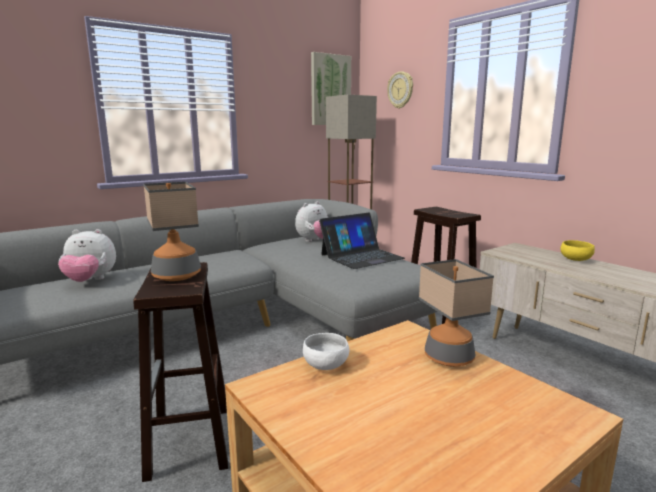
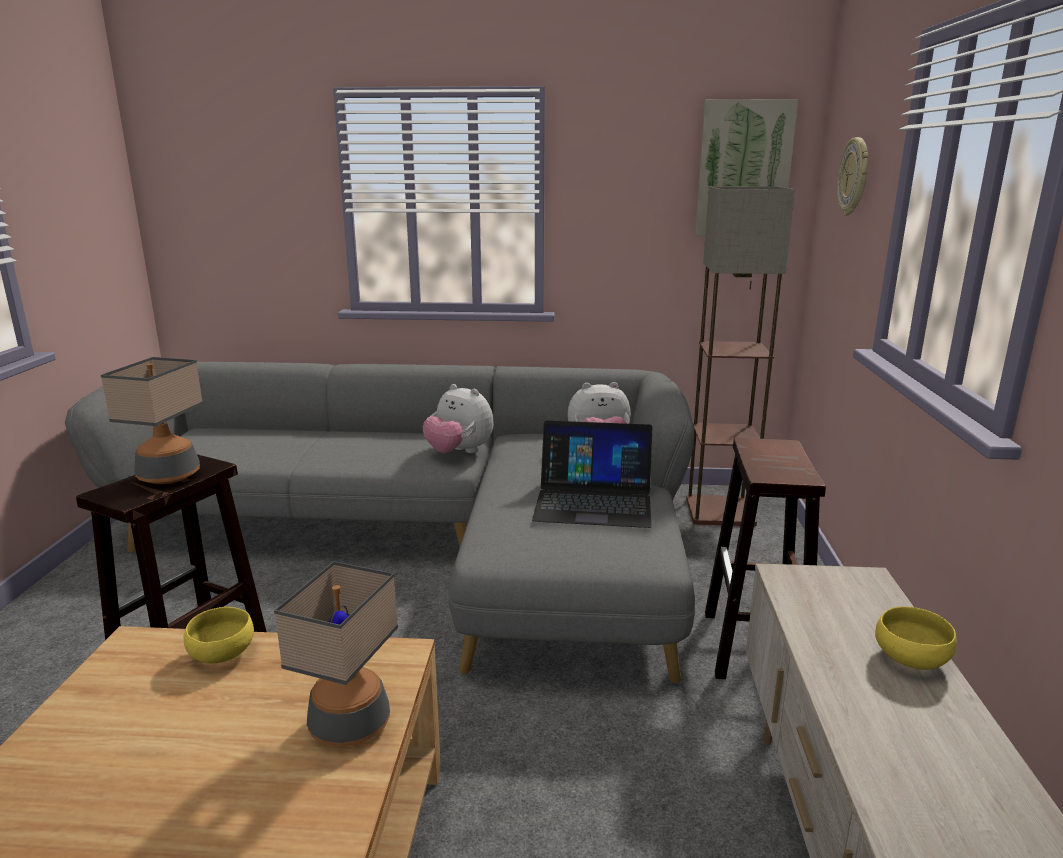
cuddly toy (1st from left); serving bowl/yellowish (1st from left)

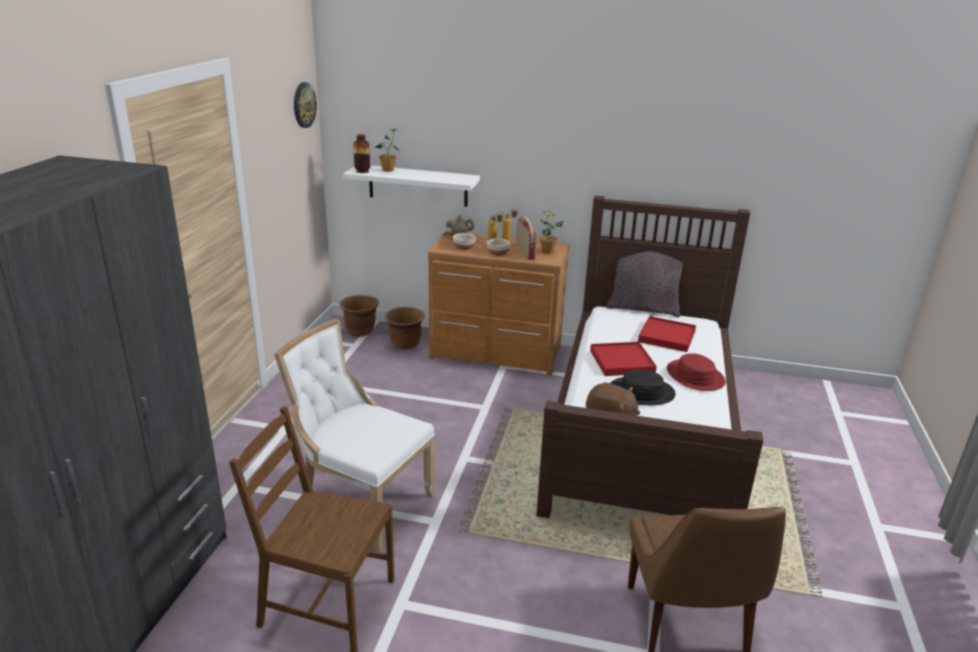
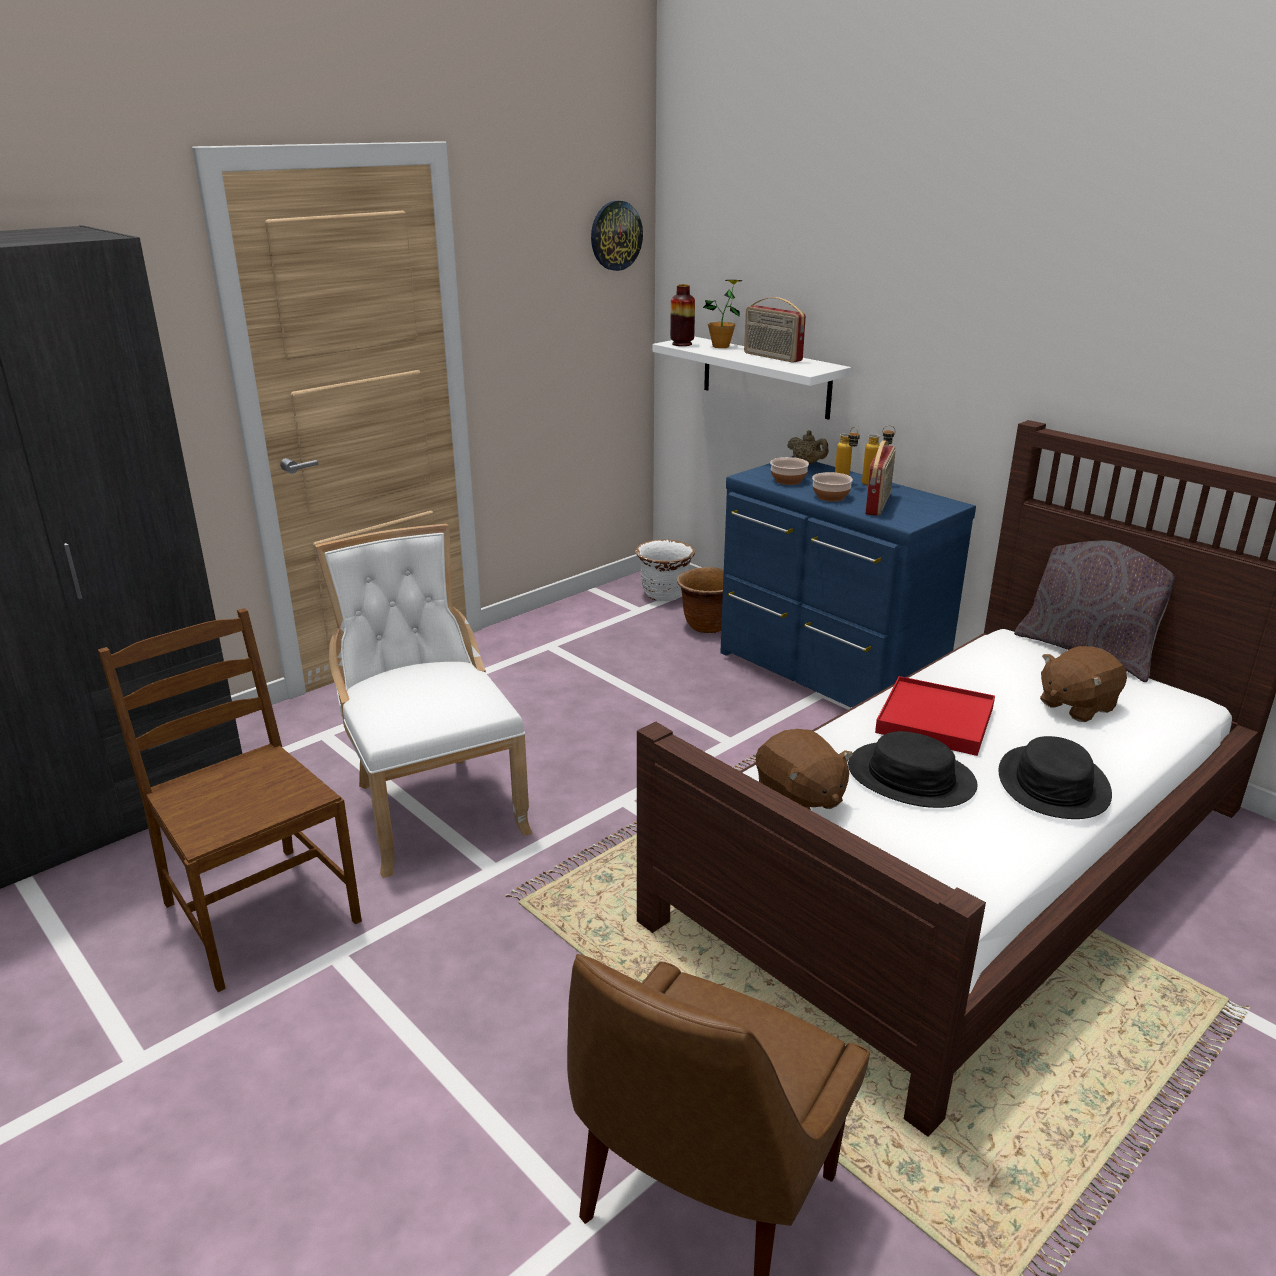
houseplant (2nd from left in the first image); dresser/bluish; planter/whitish; cuddly toy/brown (2nd from left); wearable hat/black (2nd from left); radio set (1st from left)

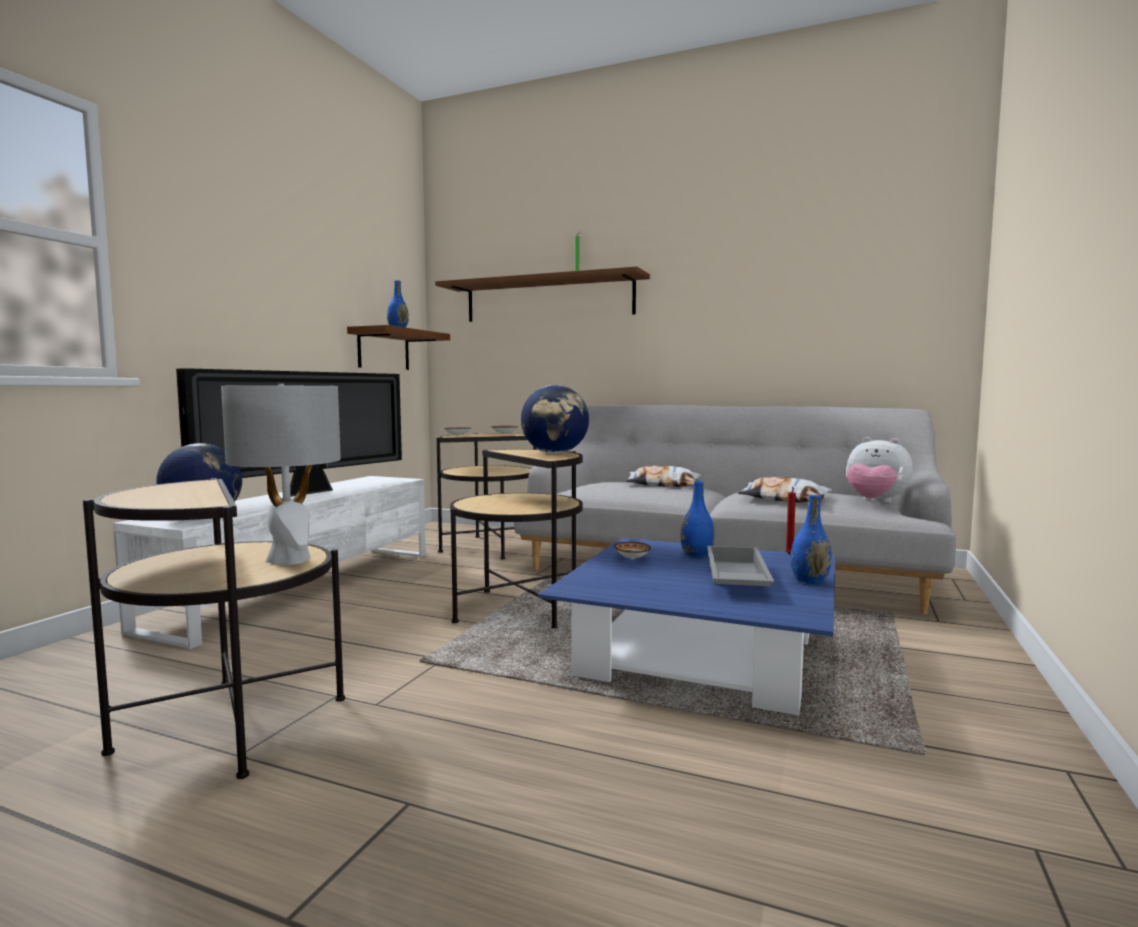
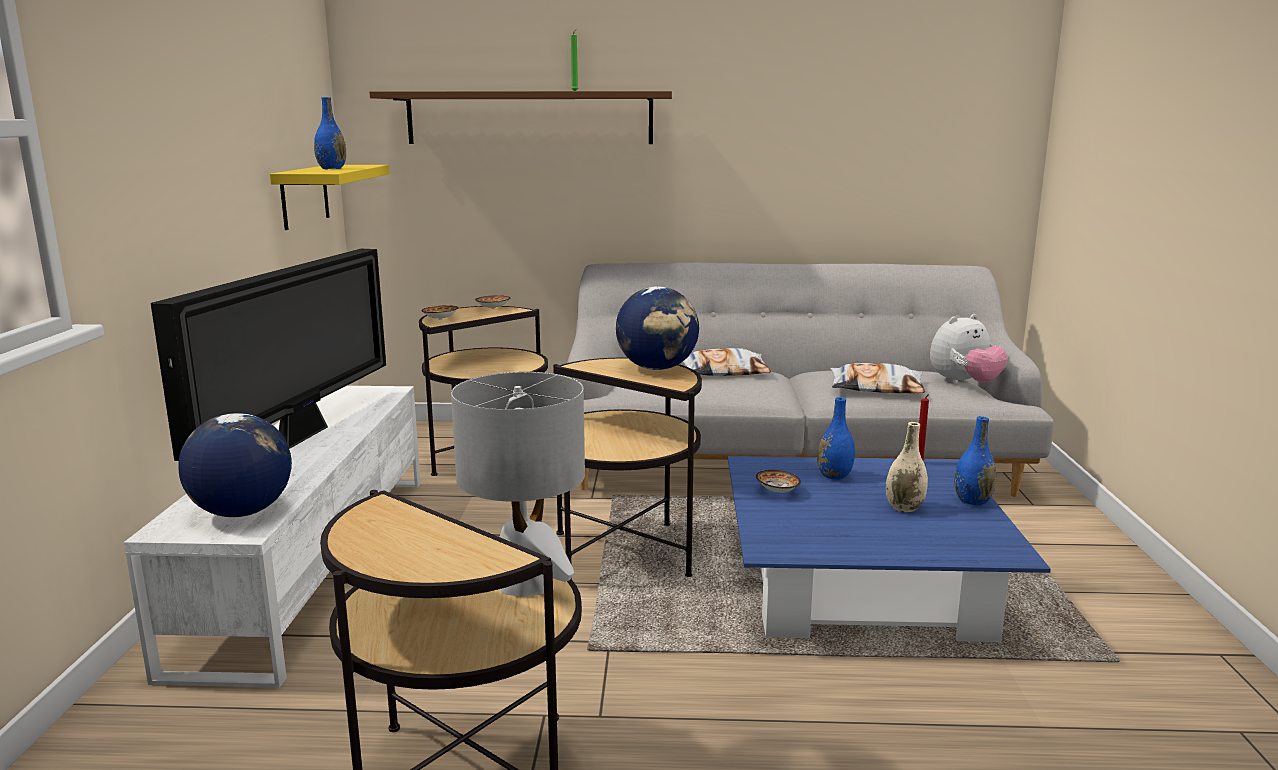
shelf/yellowish; cuddly toy; vase/beige-coloured

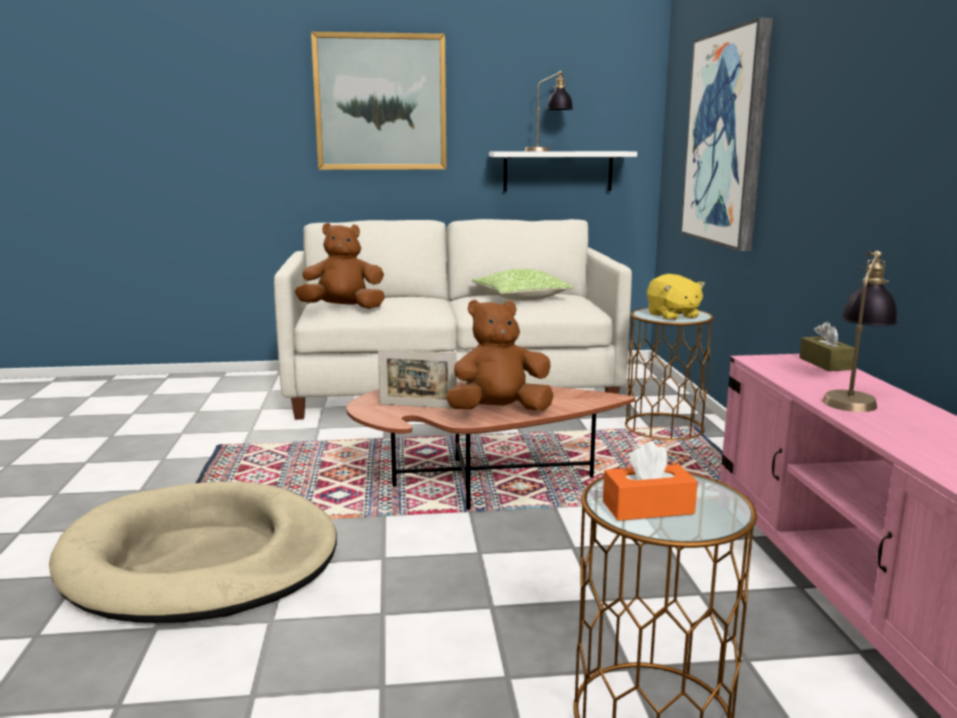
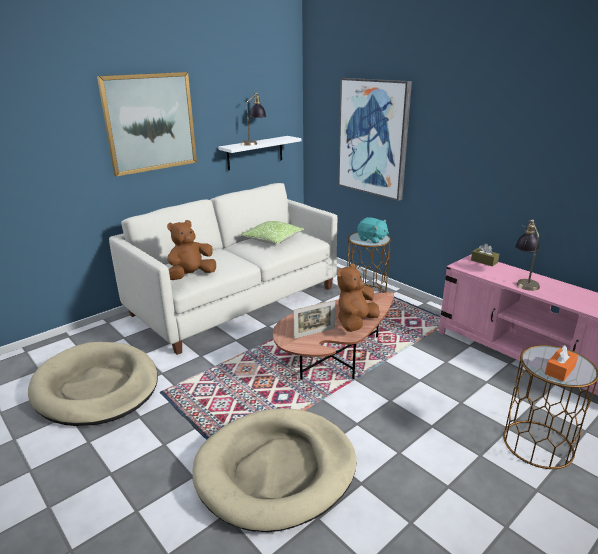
cuddly toy/turquoise; pet bed/beige-coloured (1st from left)

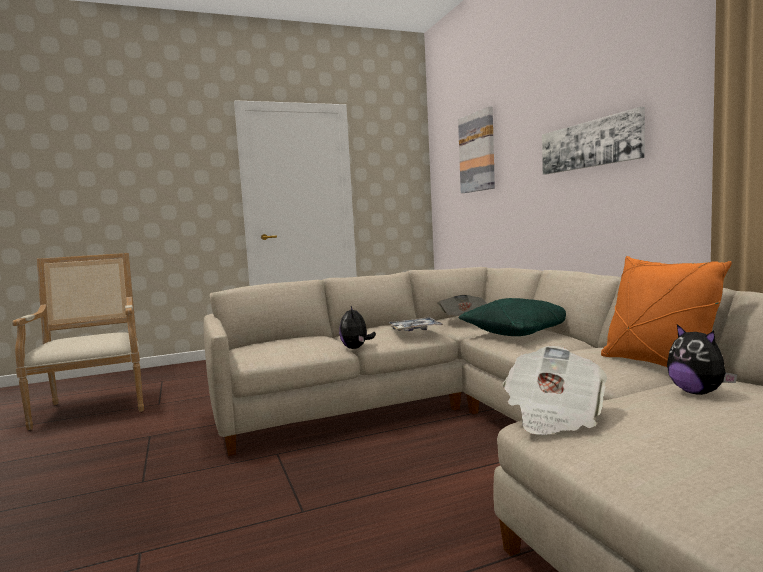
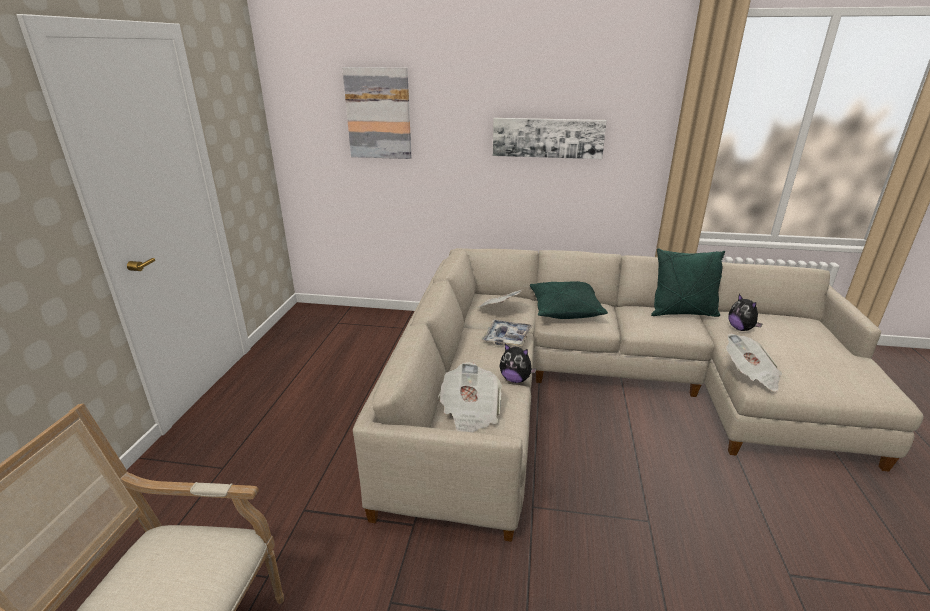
throw pillow/greenish (2nd from left); cuddly toy (2nd from left); newspaper (1st from left)

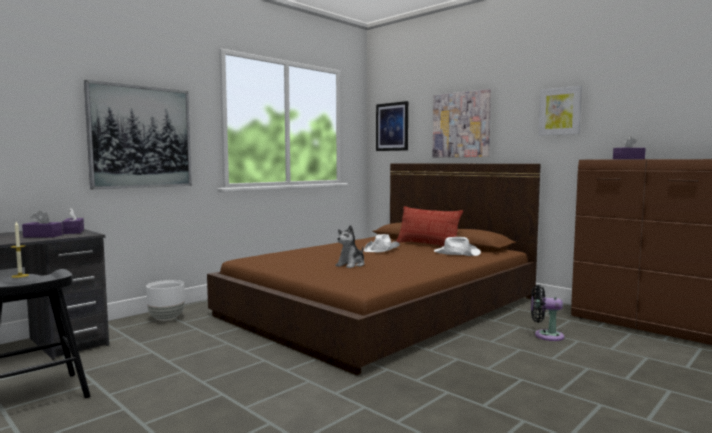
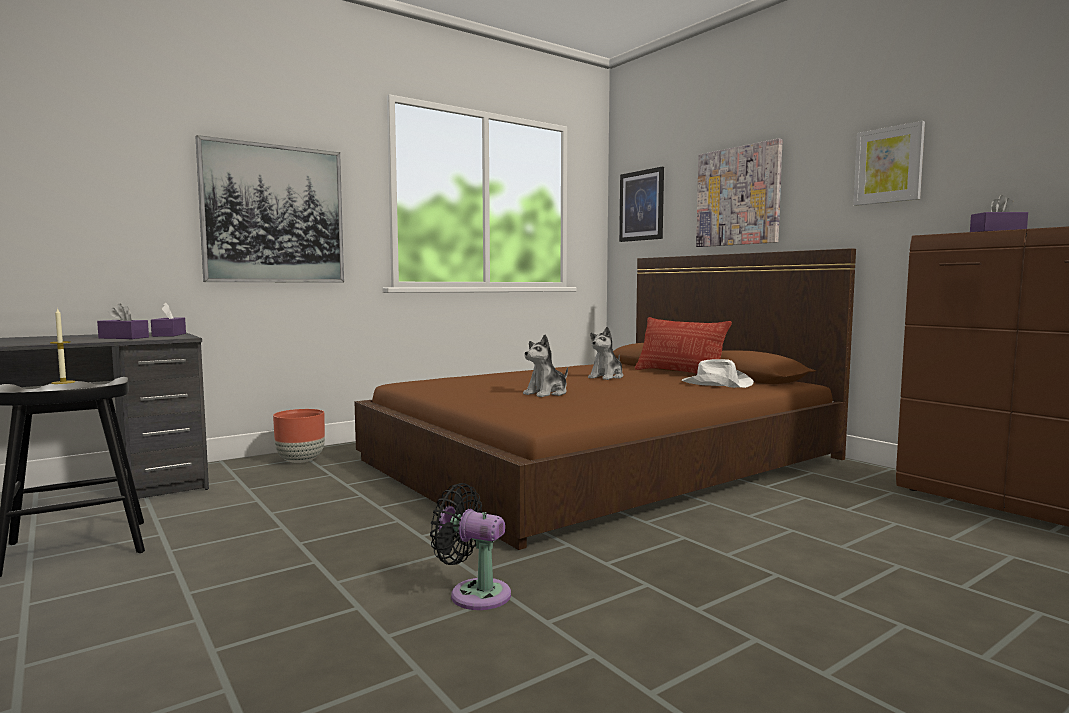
cuddly toy (2nd from left); planter/brown; cooling fan/black

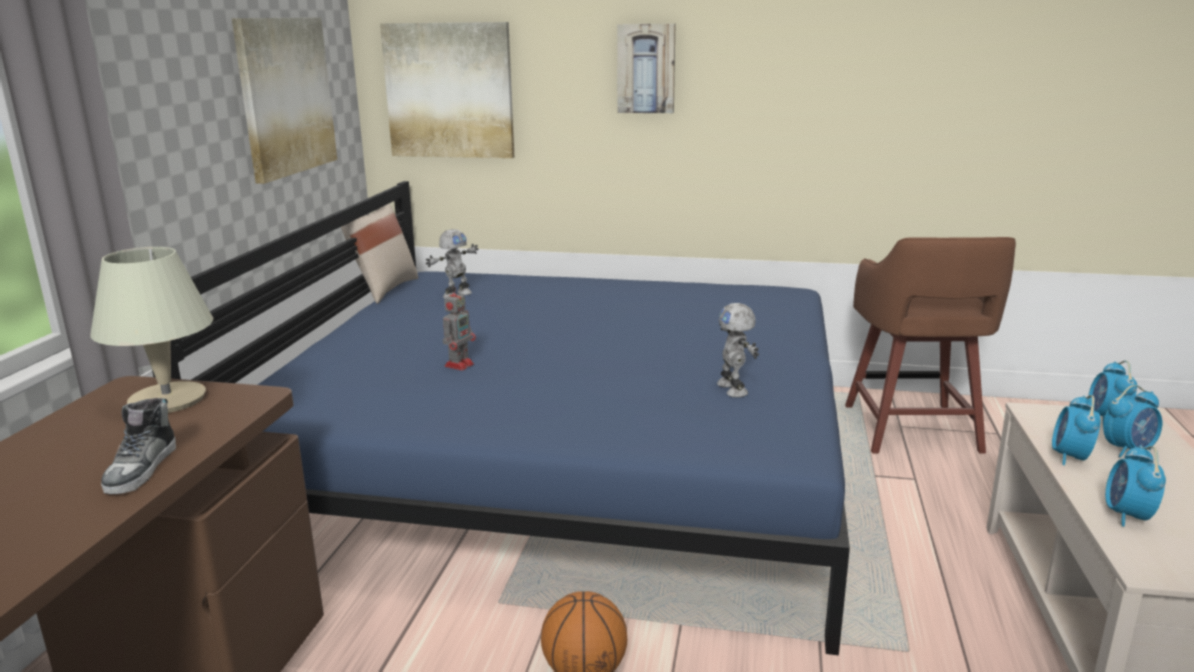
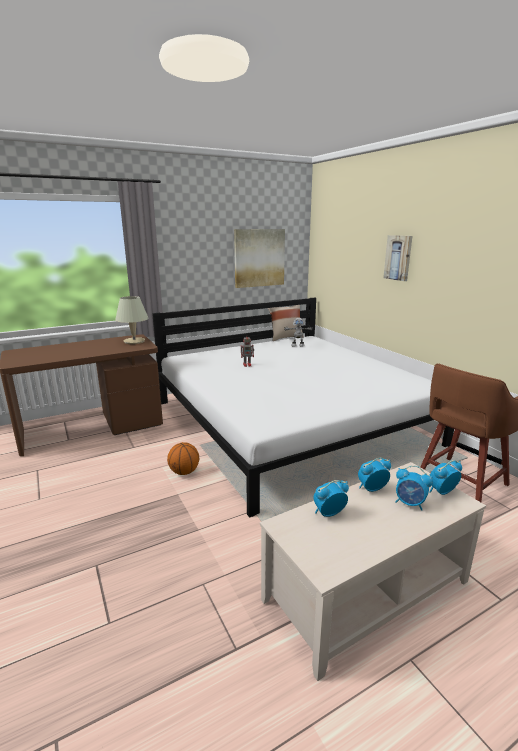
wall art (2nd from left in the first image); sleeping bed/whitish; robot figure (3rd from left in the first image); item of footwear

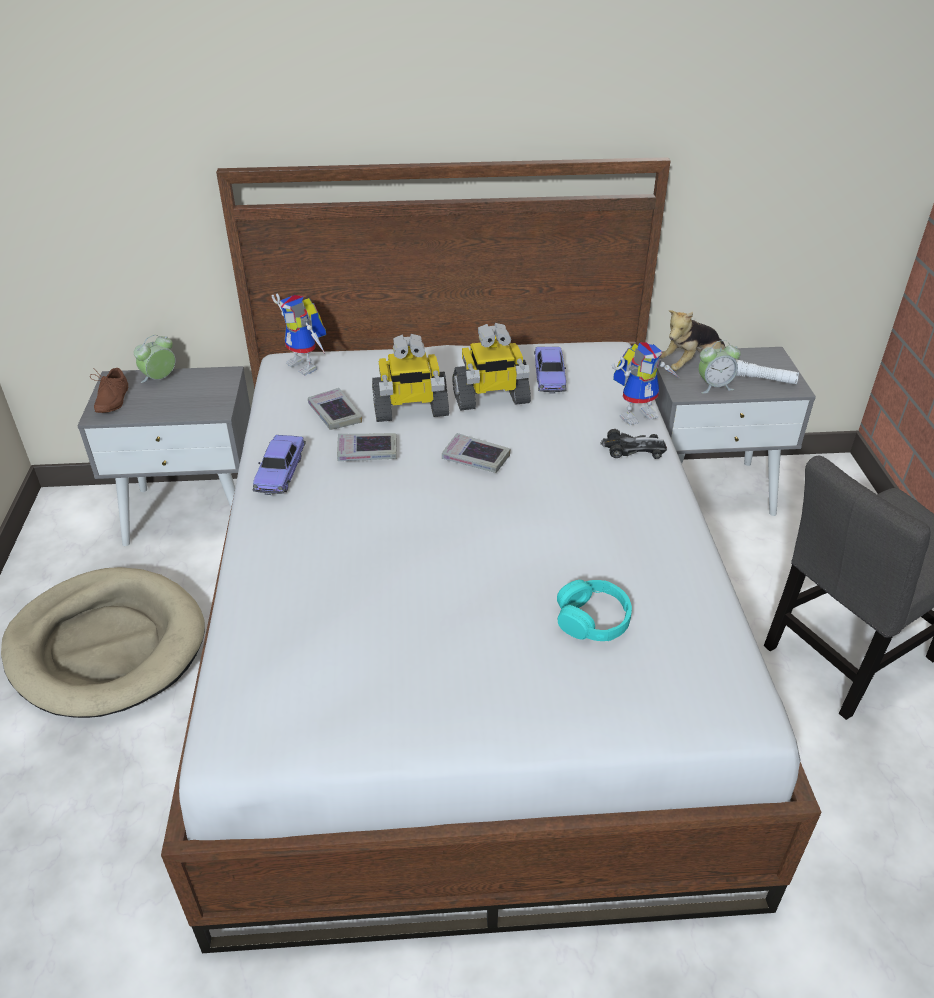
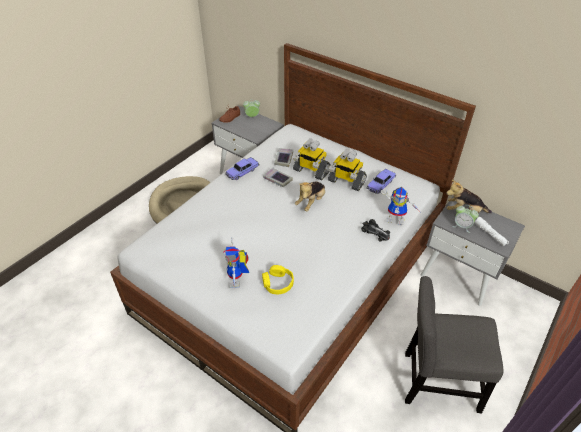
robot figure (1st from left); cuddly toy (1st from left); pair of headphones/yellowish

